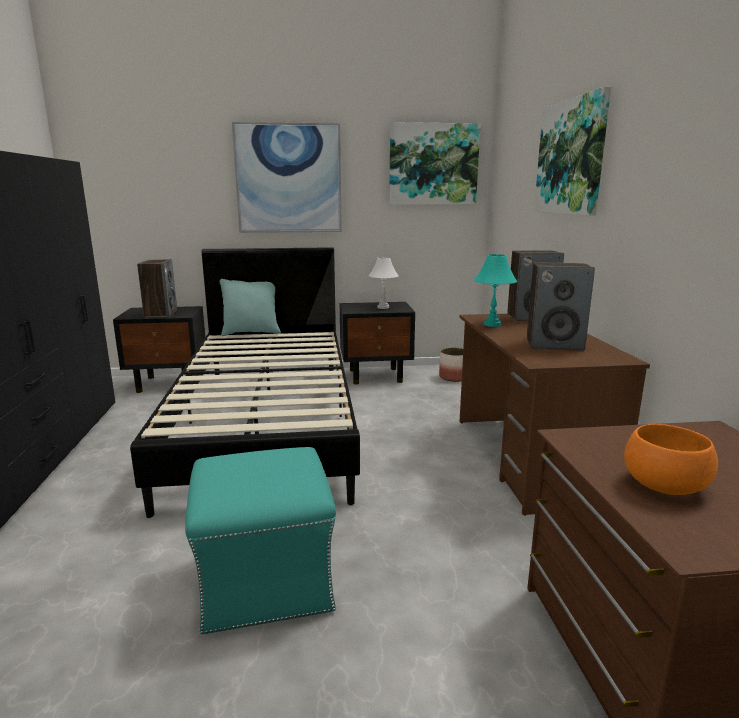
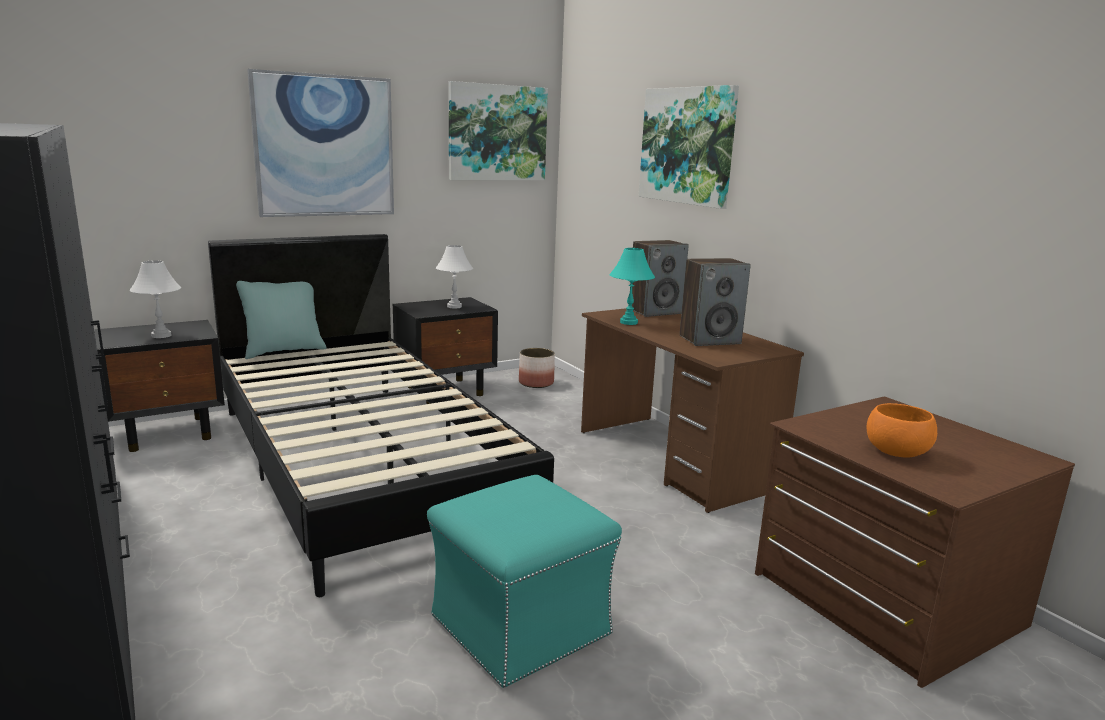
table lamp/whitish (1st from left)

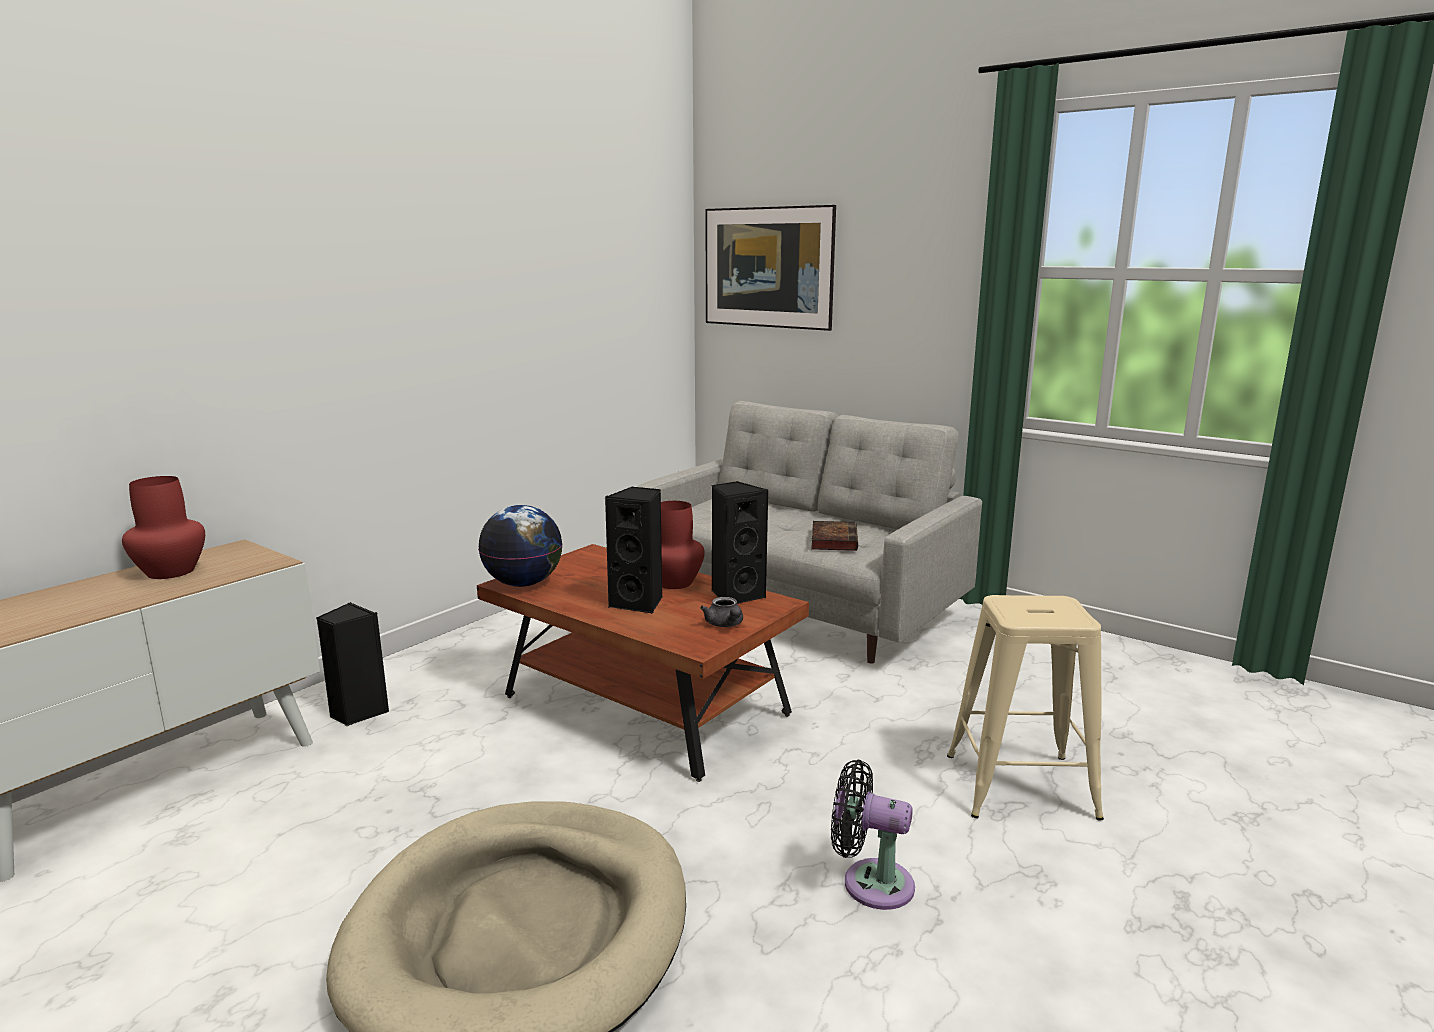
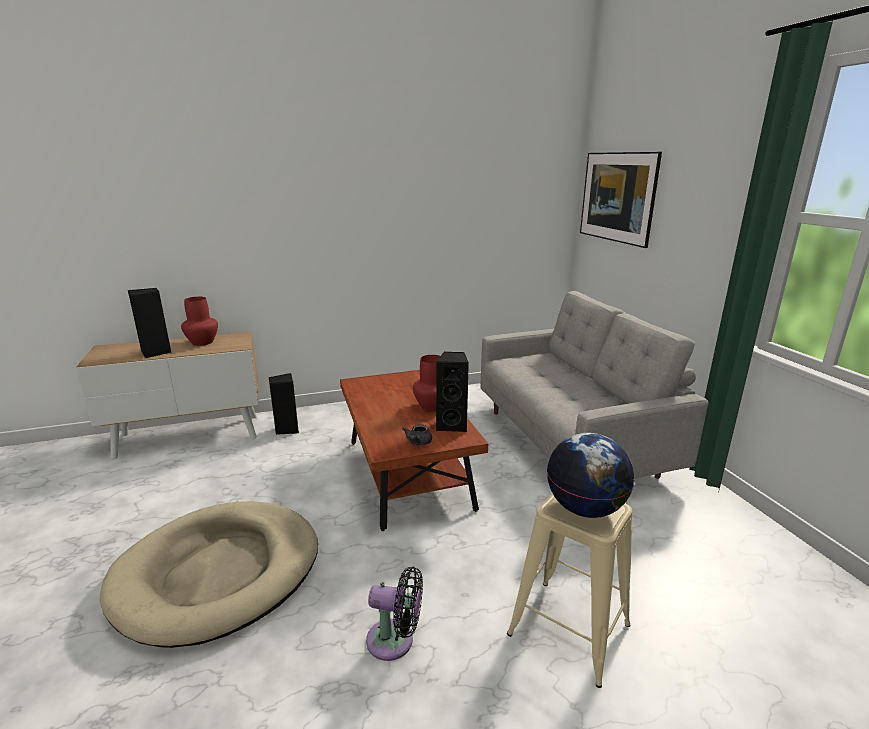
audio speaker/black (1st from left); world globe; bound book; cooling fan/black

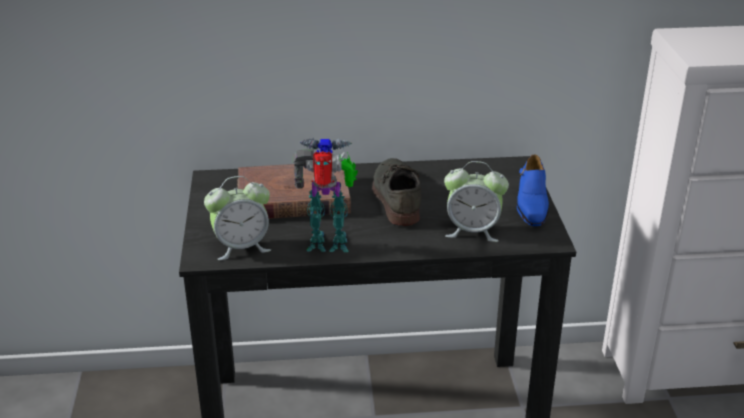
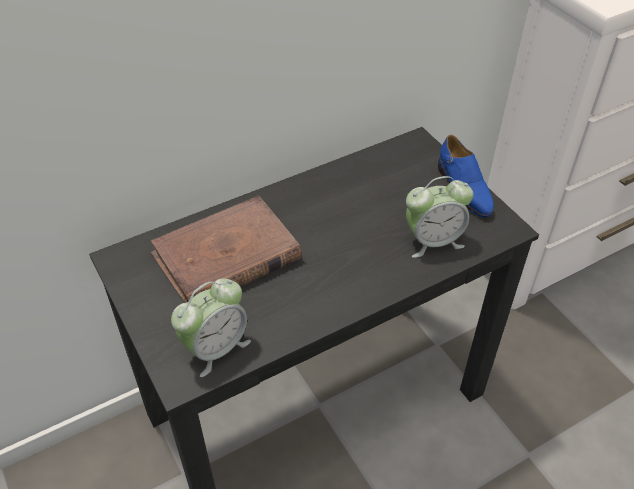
robot figure; item of footwear/grey

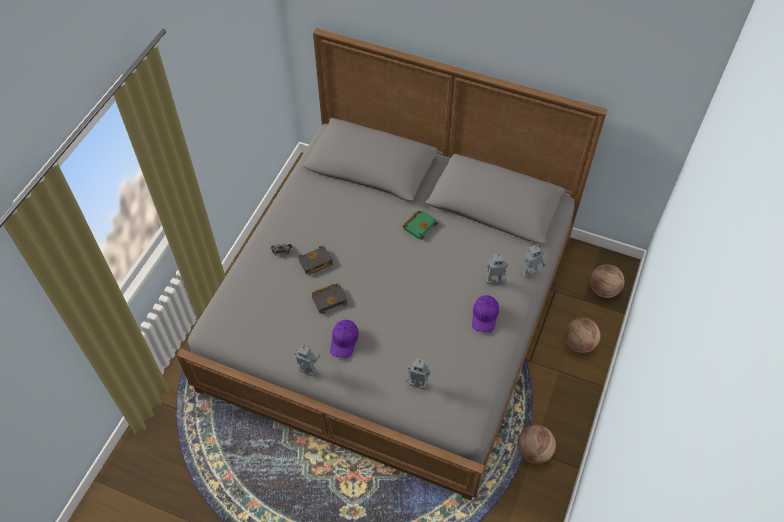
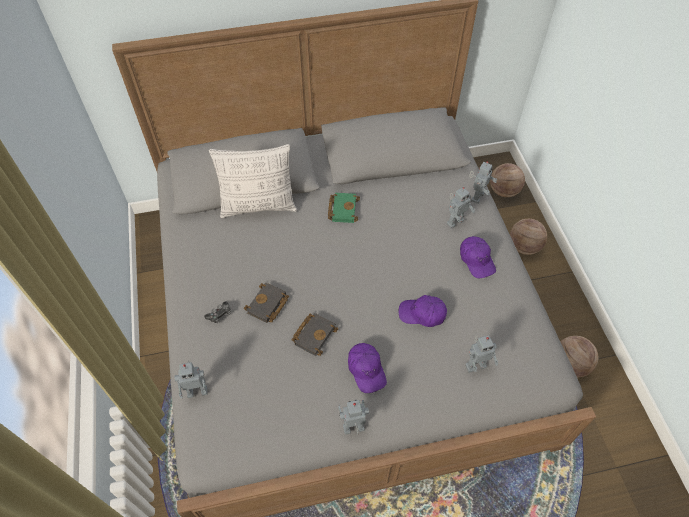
throw pillow; peaked cap/purple-coloured (2nd from left); robot figure (1st from left)

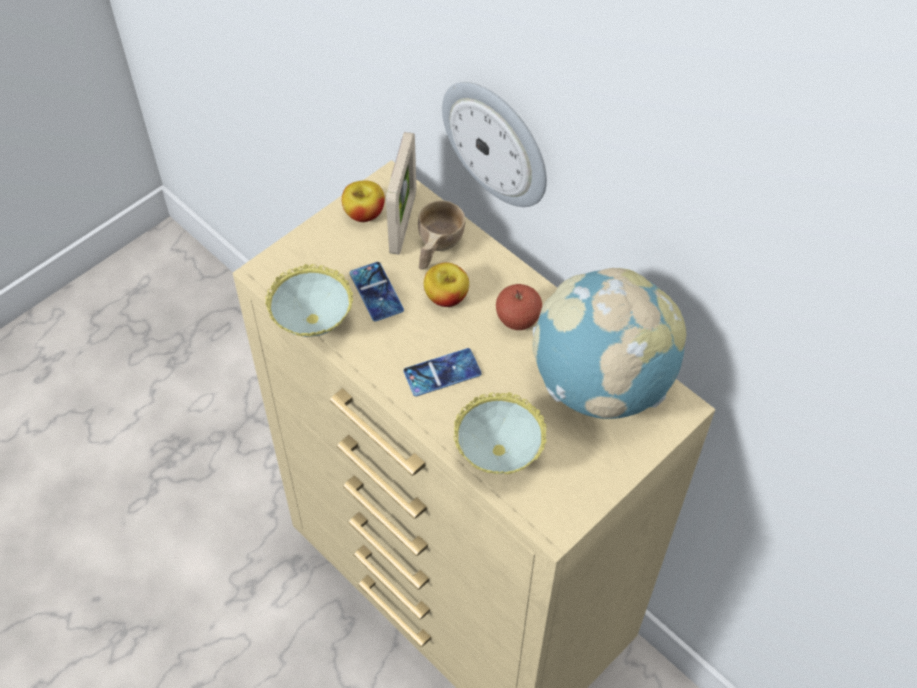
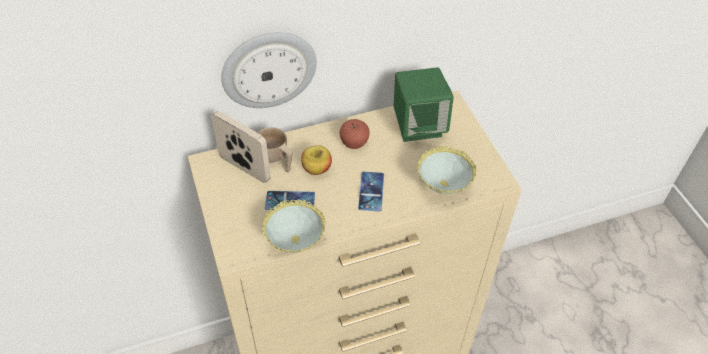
apple fruit (1st from left in the first image); audio speaker/greenish

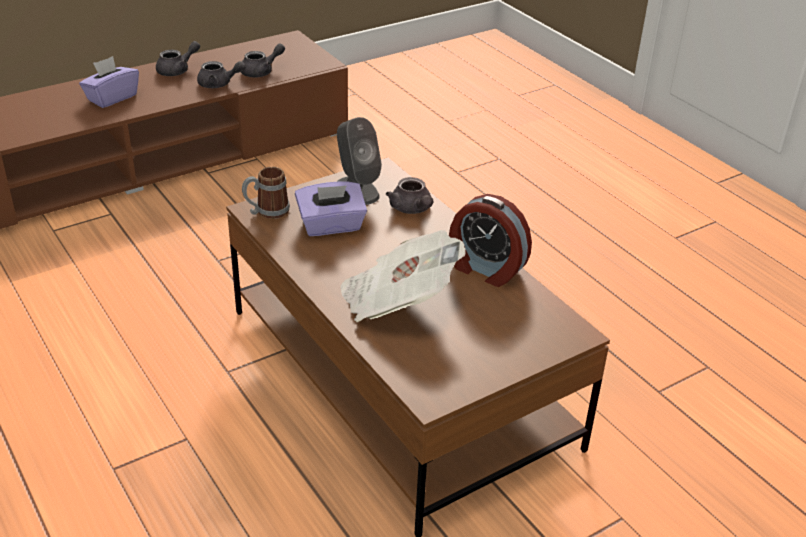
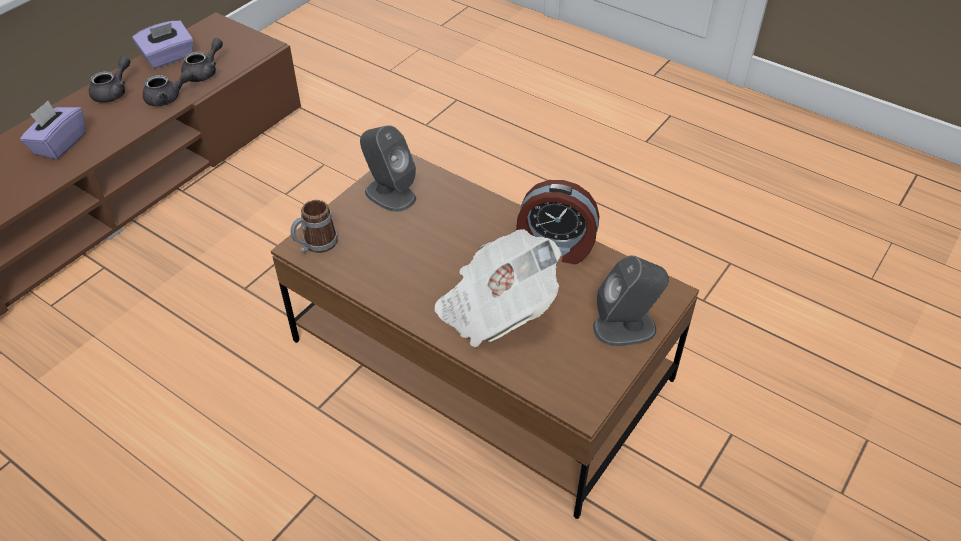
pot for tea/grey (4th from left in the first image); tissue holder/purple-coloured (2nd from left); audio speaker/grey (2nd from left)

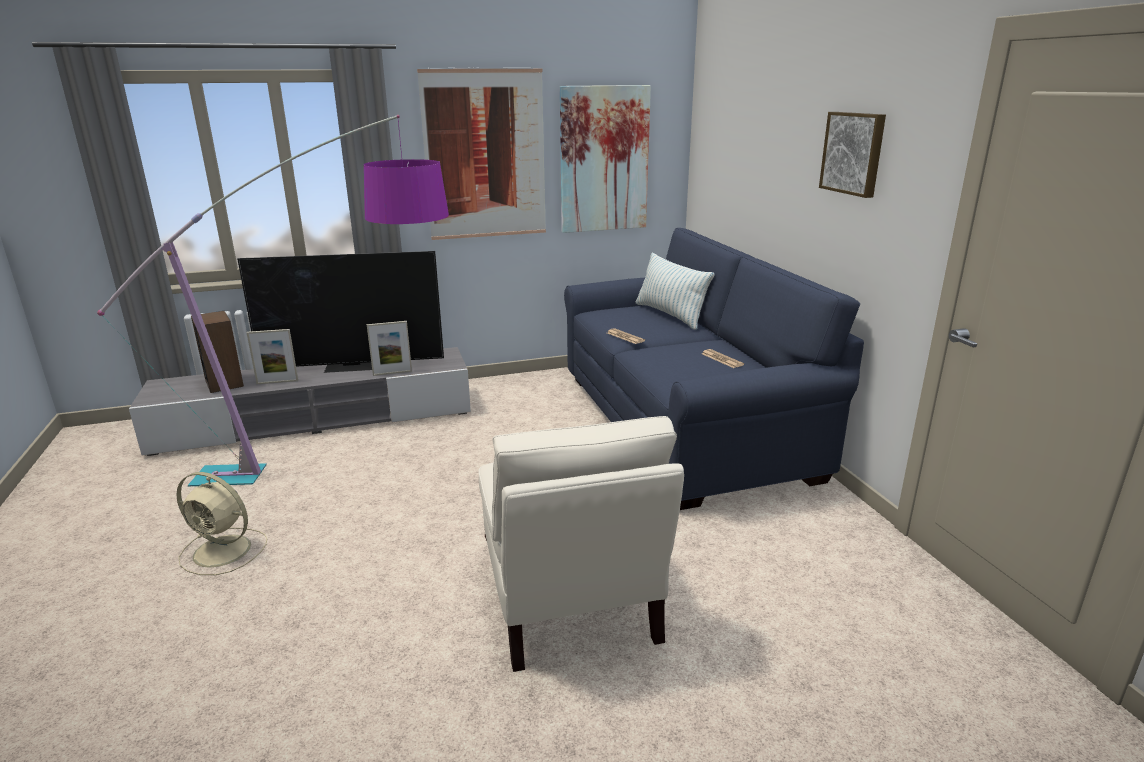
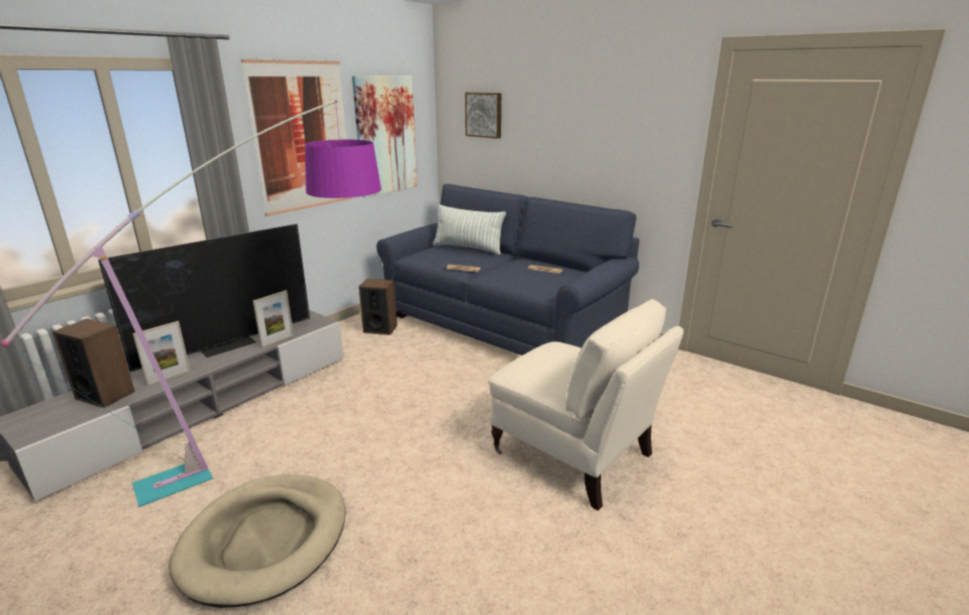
wall art (3rd from left); pet bed/beige-coloured; audio speaker (2nd from left)

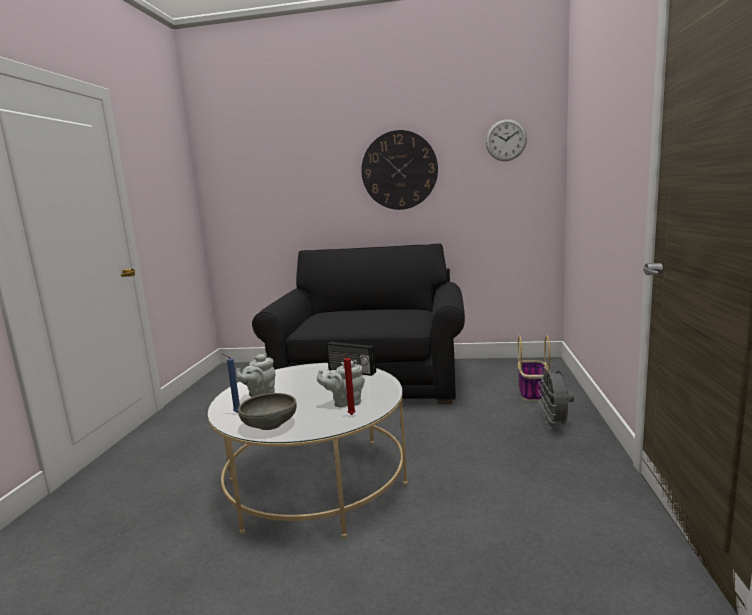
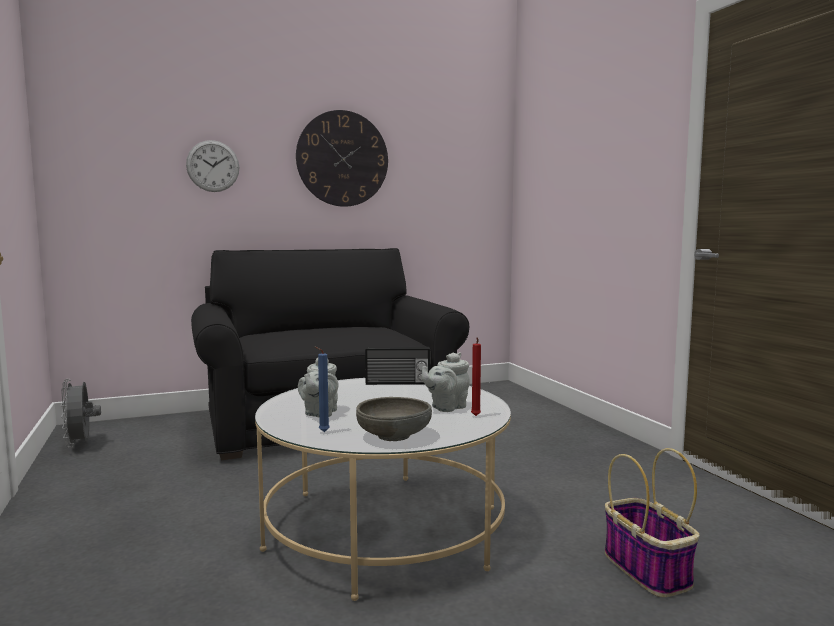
clock on the wall (1st from left); storage basket; cooling fan/grey

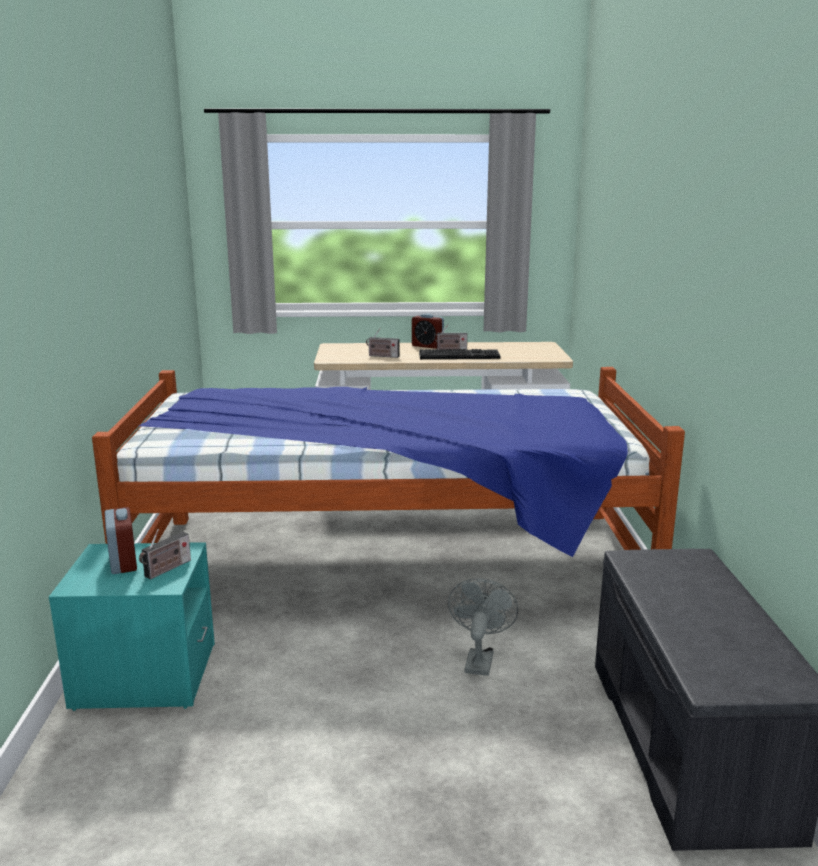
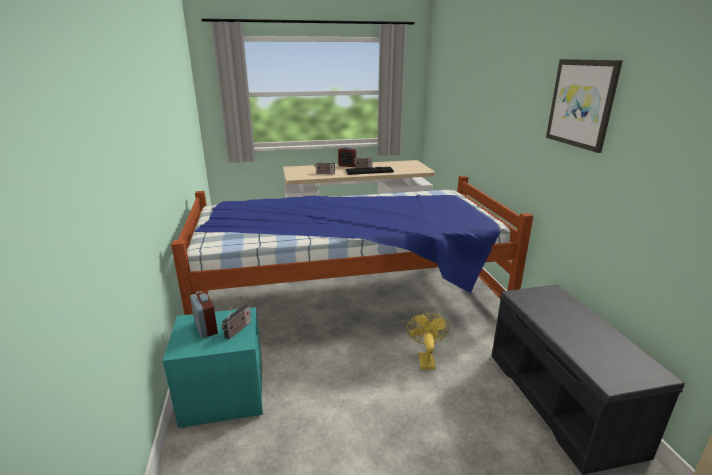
cooling fan/yellowish; wall art

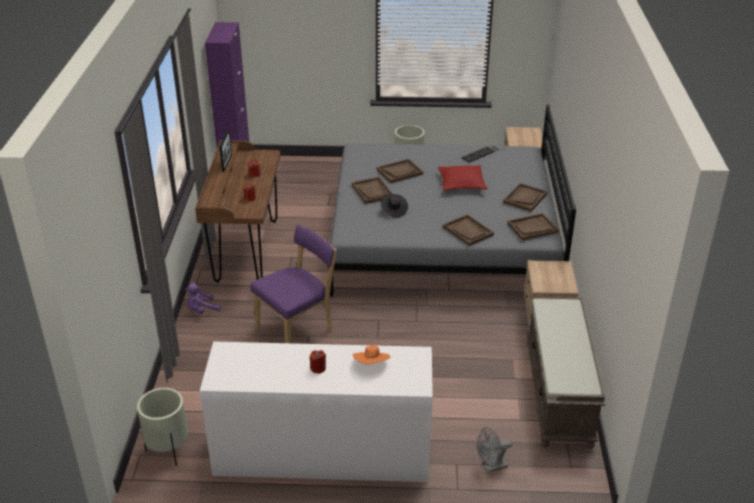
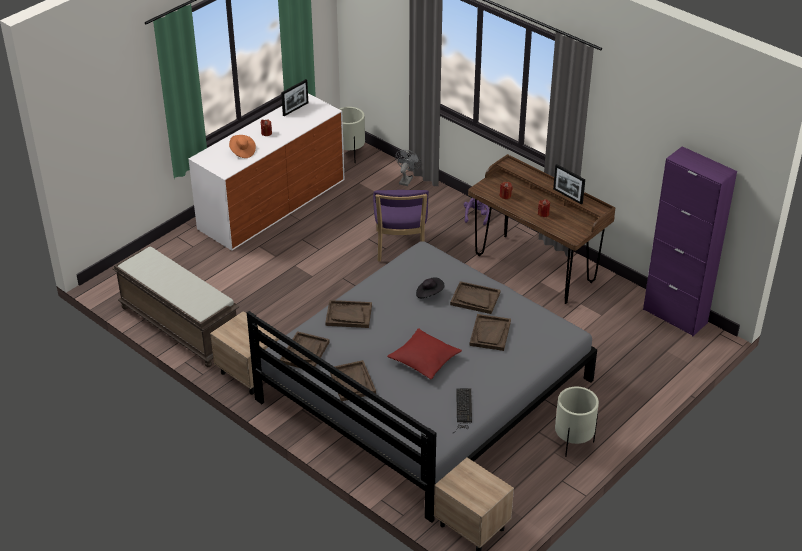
cooling fan/grey; photo frame (1st from left)

